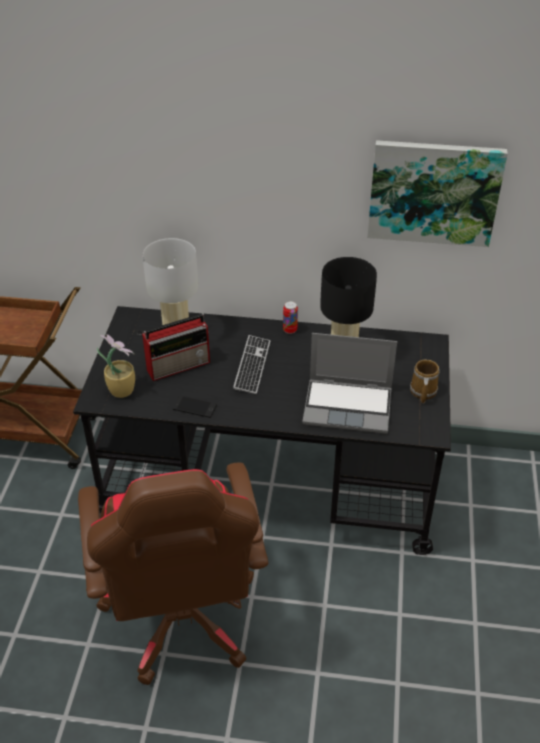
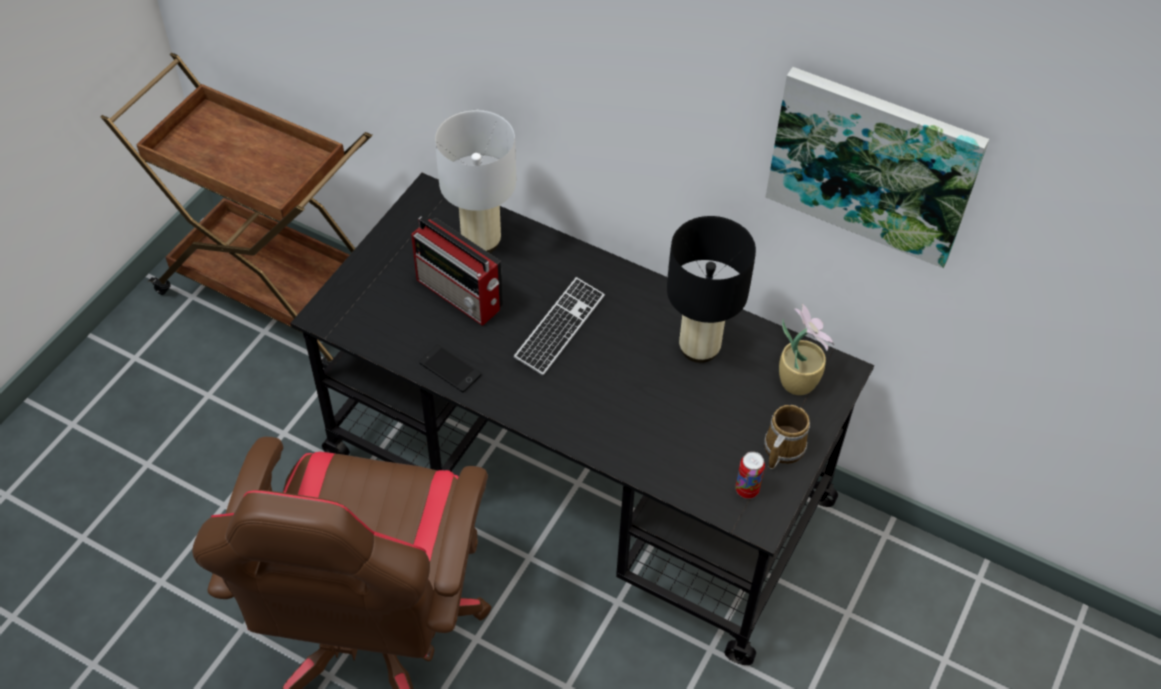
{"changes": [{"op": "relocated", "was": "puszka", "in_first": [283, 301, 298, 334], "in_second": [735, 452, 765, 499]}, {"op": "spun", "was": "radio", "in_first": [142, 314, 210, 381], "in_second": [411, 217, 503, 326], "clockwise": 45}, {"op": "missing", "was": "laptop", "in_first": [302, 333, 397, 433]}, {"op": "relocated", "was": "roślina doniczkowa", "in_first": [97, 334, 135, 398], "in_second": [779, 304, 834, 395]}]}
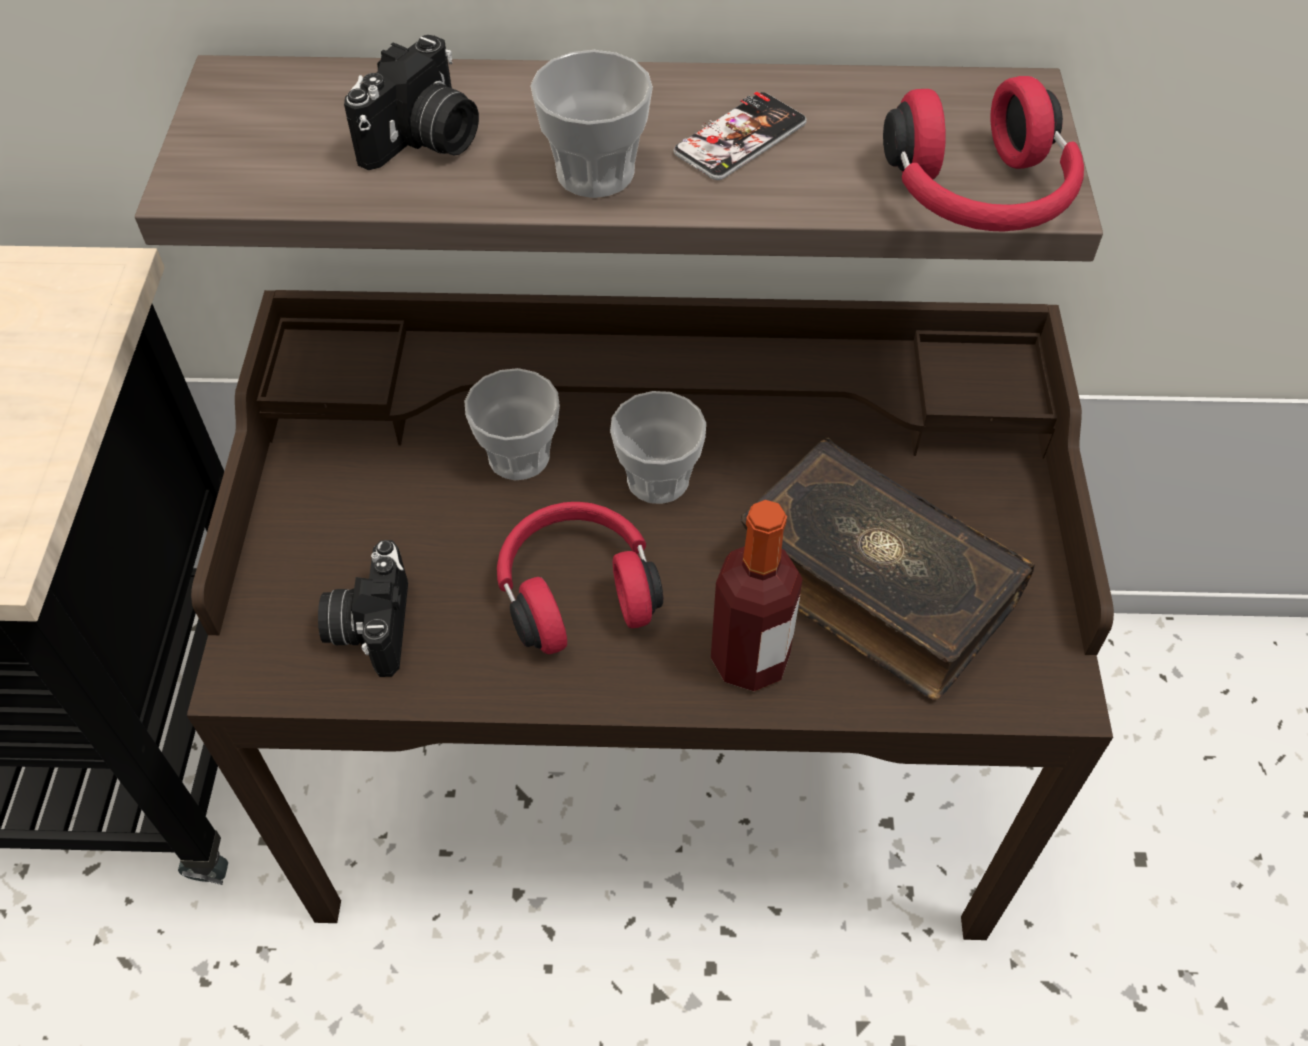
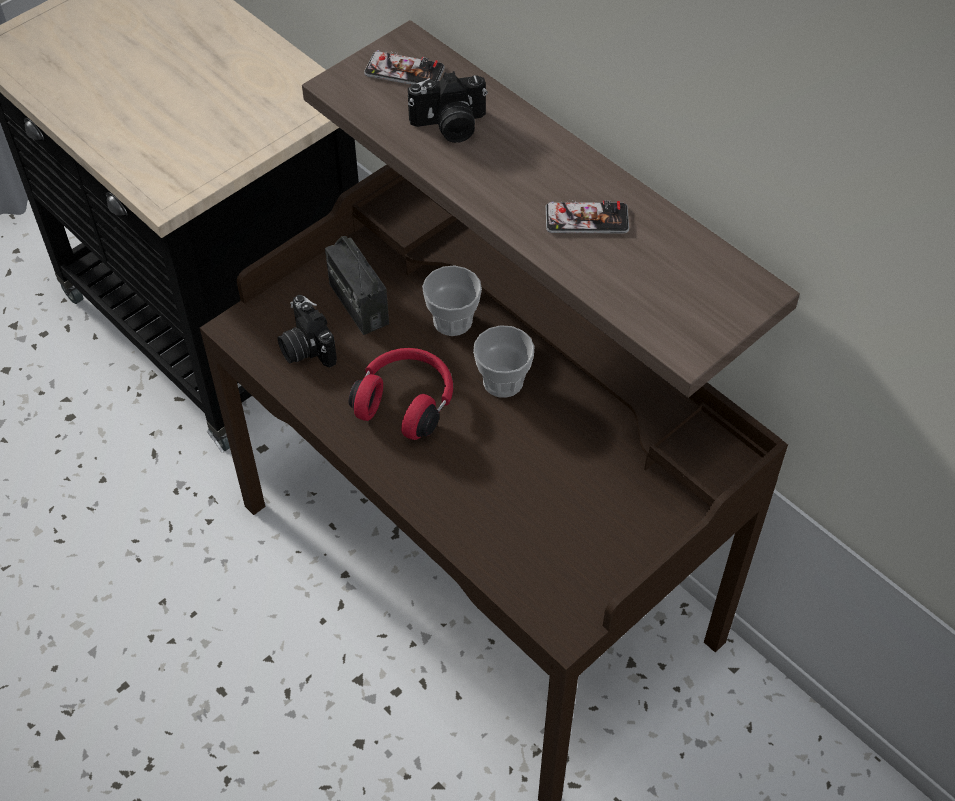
{"changes": [{"op": "missing", "was": "filiżanka", "in_first": [530, 50, 653, 198]}, {"op": "missing", "was": "słuchawki [czerwony]", "in_first": [883, 76, 1084, 232]}, {"op": "missing", "was": "książka", "in_first": [741, 438, 1035, 700]}, {"op": "missing", "was": "butelka", "in_first": [711, 500, 803, 691]}, {"op": "spun", "was": "aparat fotograficzny", "in_first": [318, 540, 408, 677], "in_second": [278, 295, 337, 368], "clockwise": -75}, {"op": "appeared", "now": "telefon", "in_second": [364, 50, 445, 85]}, {"op": "appeared", "now": "radio", "in_second": [325, 236, 389, 335]}]}
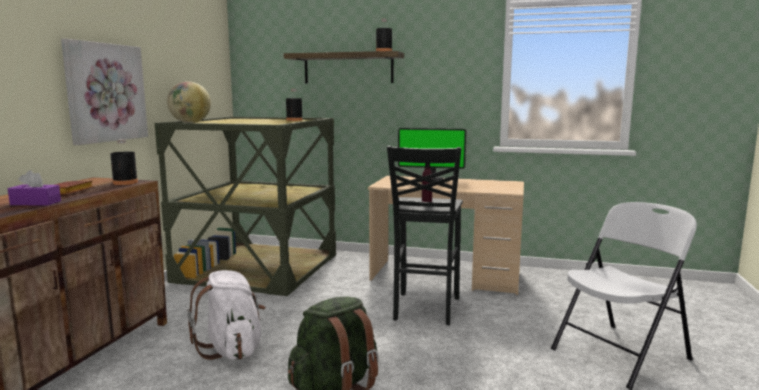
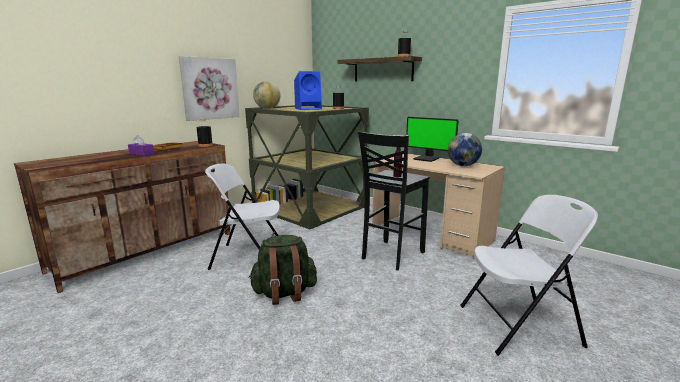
{"changes": [{"op": "exchanged", "was": "plecak [biały]", "now": "krzesło [biały]", "in_first": [187, 270, 266, 360], "in_second": [205, 164, 280, 270]}, {"op": "appeared", "now": "głośnik [niebieski]", "in_second": [294, 71, 322, 110]}, {"op": "appeared", "now": "globus", "in_second": [448, 133, 482, 166]}]}
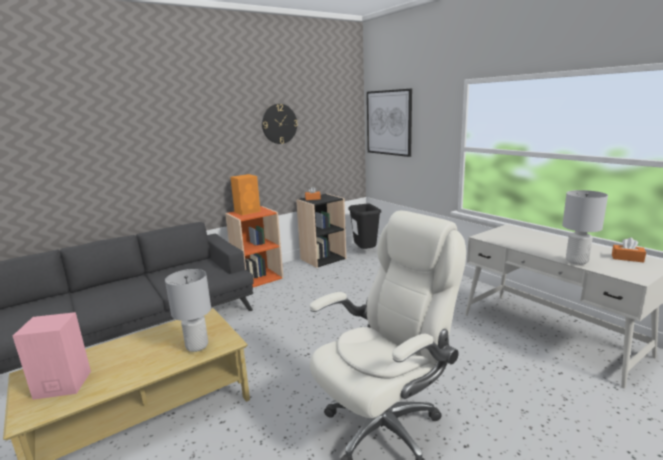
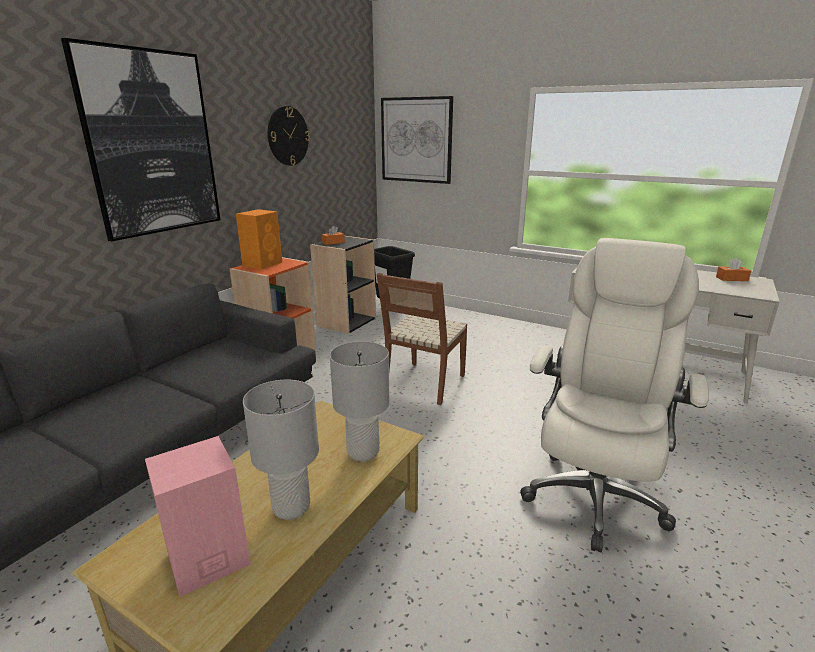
{"changes": [{"op": "relocated", "was": "lampa stołowa [szary]", "in_first": [562, 190, 608, 265], "in_second": [243, 380, 319, 520]}, {"op": "appeared", "now": "obraz", "in_second": [61, 38, 220, 241]}, {"op": "appeared", "now": "krzesło", "in_second": [377, 273, 467, 405]}]}
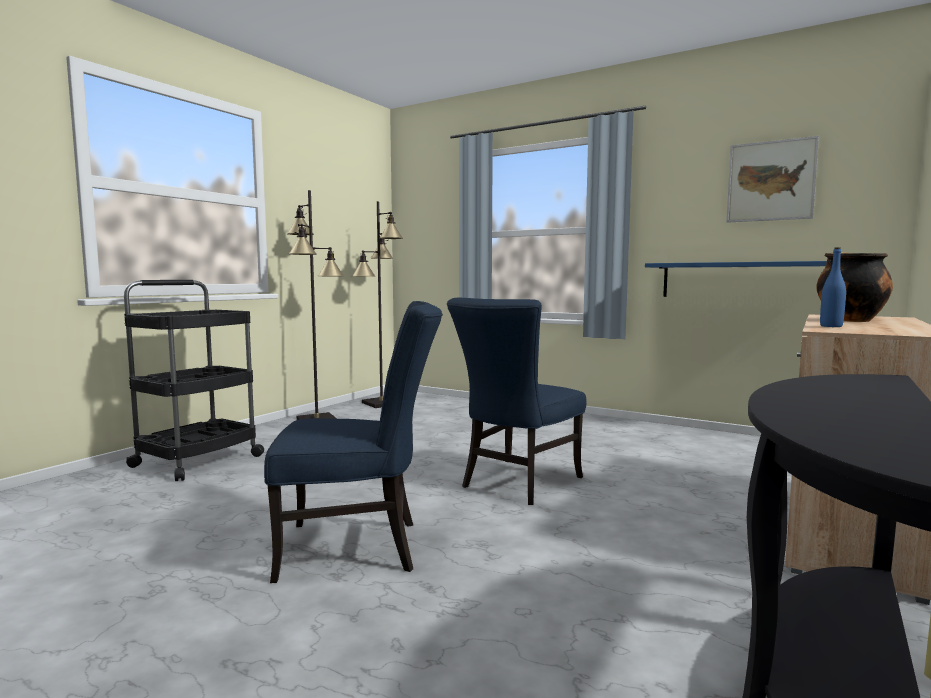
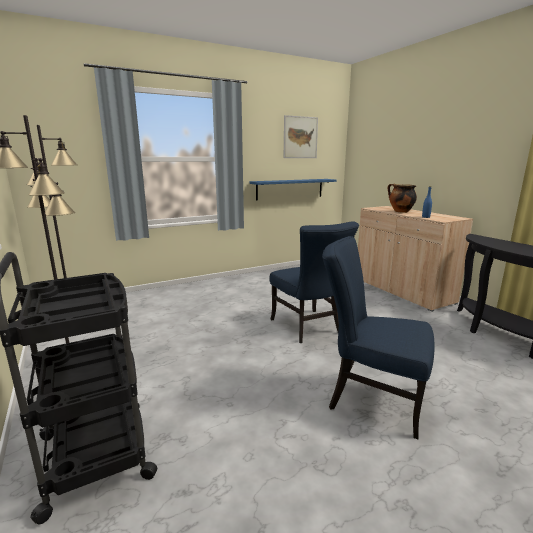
{"changes": [{"op": "spun", "was": "krzesło [niebieski]", "in_first": [264, 301, 443, 583], "in_second": [322, 236, 435, 439], "clockwise": -90}]}
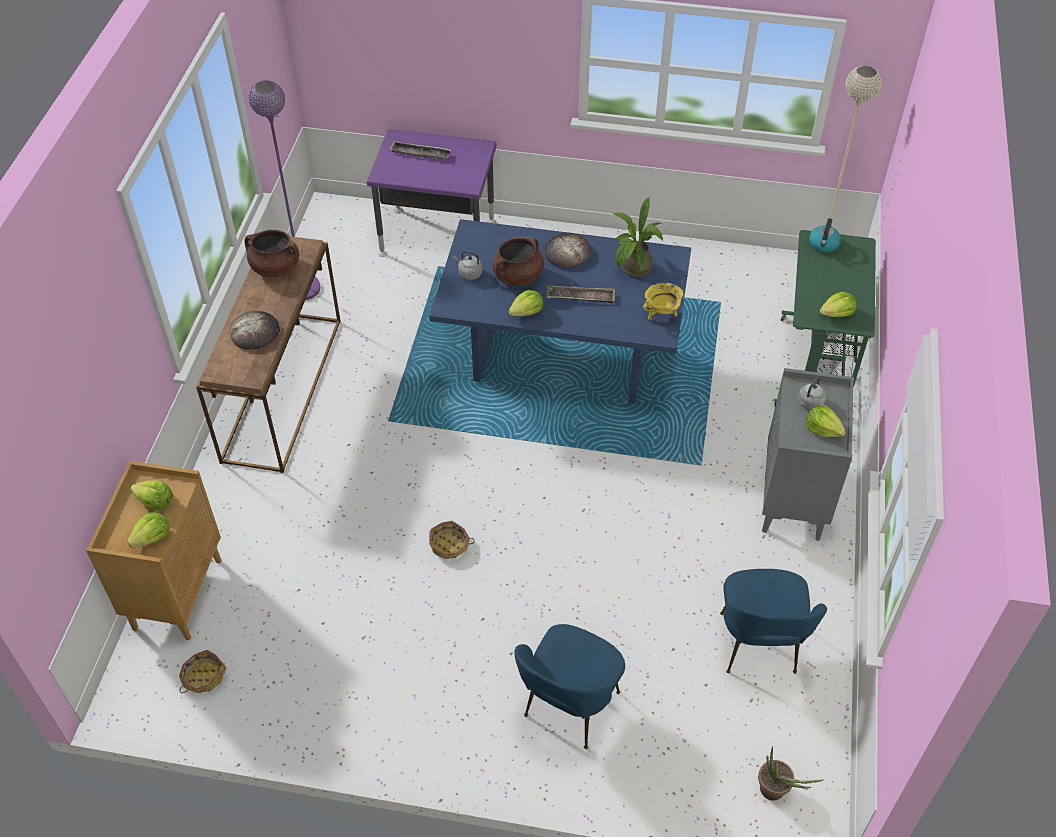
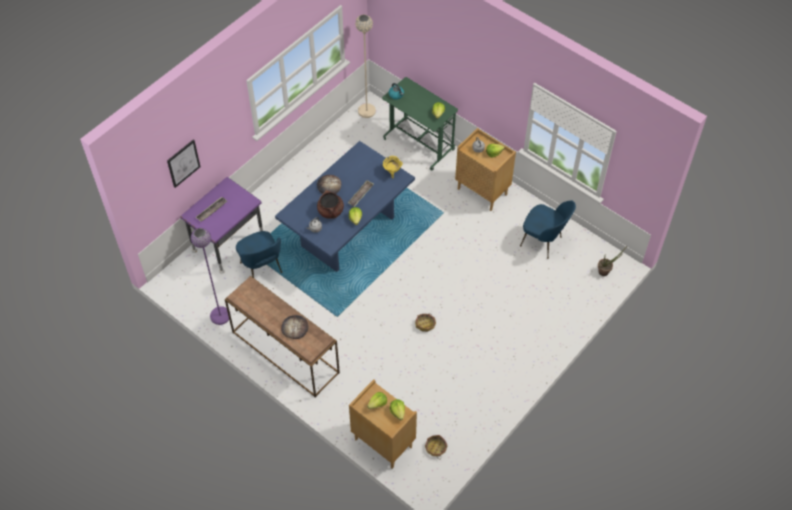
{"changes": [{"op": "missing", "was": "roślina doniczkowa", "in_first": [613, 197, 663, 277]}, {"op": "missing", "was": "garnek [brązowy]", "in_first": [245, 230, 299, 278]}, {"op": "colour", "was": "szafka [szary]", "now": "szafka [brązowy]", "in_first": [762, 368, 854, 541], "in_second": [455, 128, 516, 211]}, {"op": "relocated", "was": "krzesło [niebieski]", "in_first": [514, 624, 625, 749], "in_second": [236, 231, 282, 278]}, {"op": "appeared", "now": "obraz", "in_second": [167, 140, 200, 188]}]}
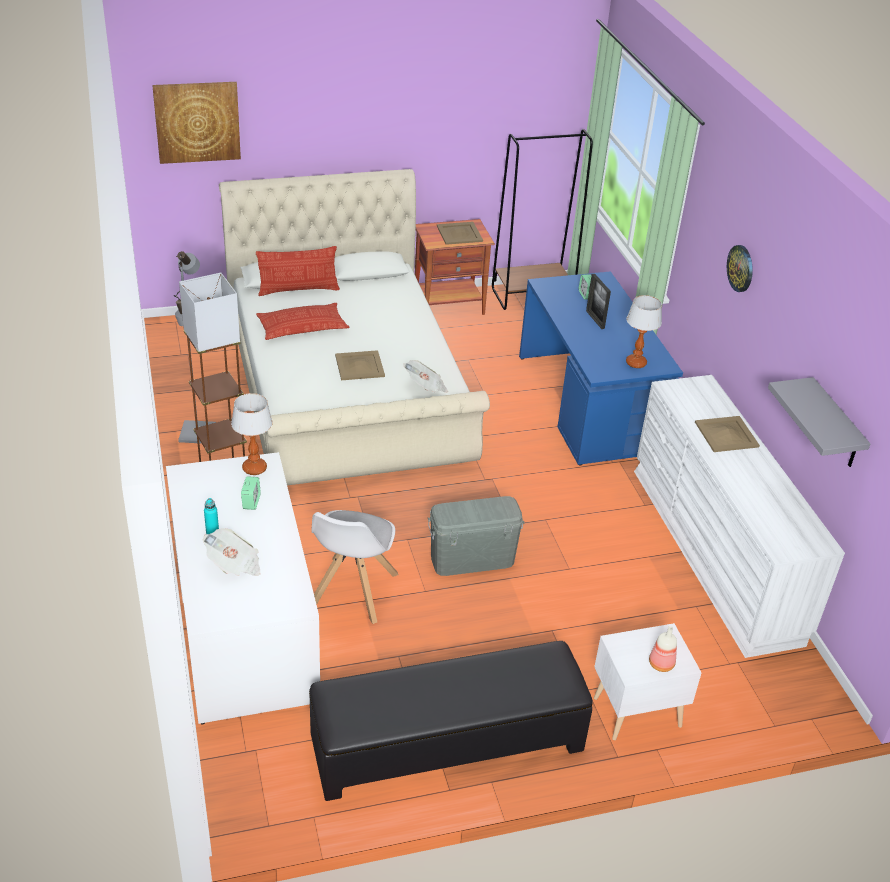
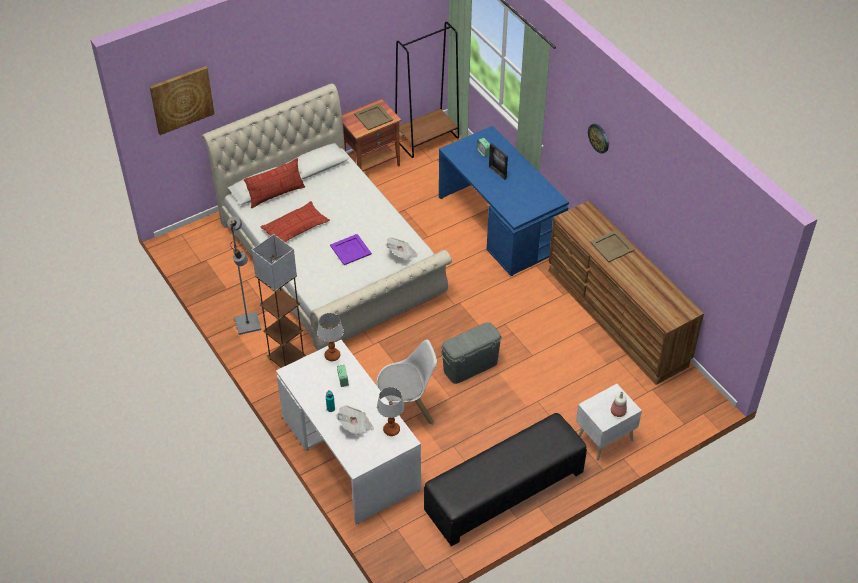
{"changes": [{"op": "relocated", "was": "lampa stołowa", "in_first": [626, 295, 662, 368], "in_second": [377, 387, 405, 436]}, {"op": "colour", "was": "taca [beżowy]", "now": "taca [fioletowy]", "in_first": [335, 350, 385, 380], "in_second": [330, 234, 372, 265]}, {"op": "colour", "was": "komoda [biały]", "now": "komoda [brązowy]", "in_first": [634, 375, 845, 658], "in_second": [548, 201, 704, 385]}, {"op": "missing", "was": "półka [szary]", "in_first": [768, 377, 870, 467]}, {"op": "spun", "was": "krzesło", "in_first": [311, 510, 399, 624], "in_second": [377, 340, 437, 425], "clockwise": -105}]}
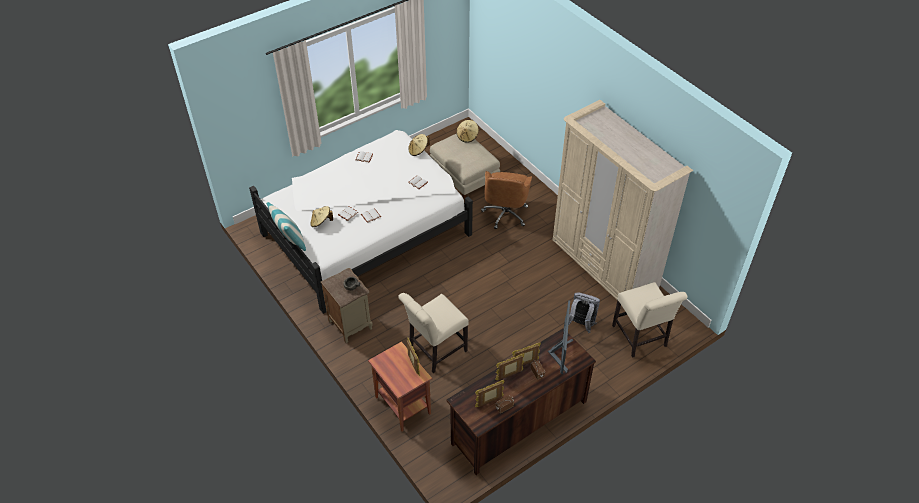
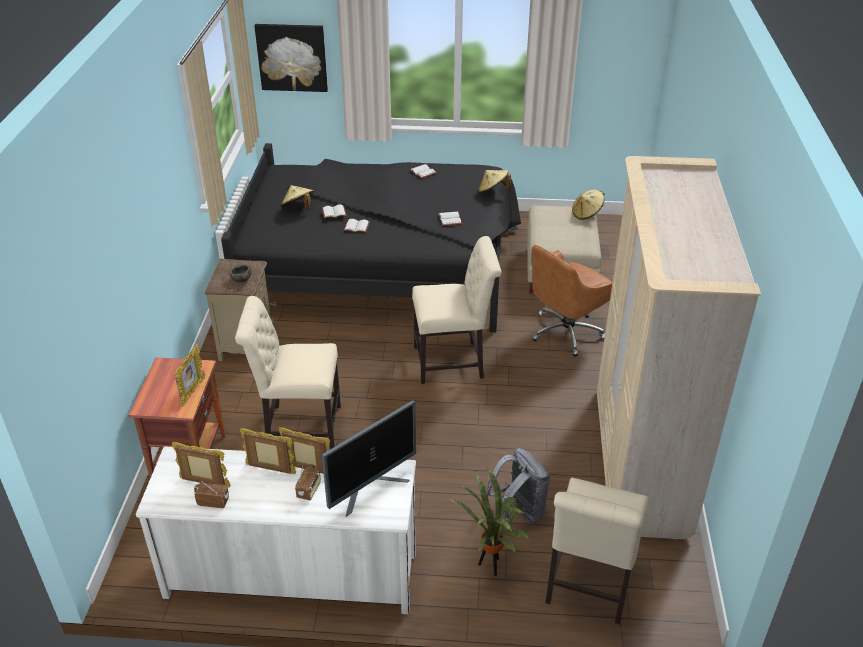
{"changes": [{"op": "colour", "was": "łóżko [biały]", "now": "łóżko [czarny]", "in_first": [249, 130, 473, 314], "in_second": [221, 143, 521, 332]}, {"op": "missing", "was": "poduszka", "in_first": [266, 202, 306, 251]}, {"op": "colour", "was": "komoda [brązowy]", "now": "komoda [biały]", "in_first": [446, 328, 596, 475], "in_second": [136, 446, 416, 614]}, {"op": "appeared", "now": "obraz", "in_second": [254, 24, 328, 92]}, {"op": "appeared", "now": "krzesło [beżowy]", "in_second": [412, 236, 502, 384]}, {"op": "appeared", "now": "roślina doniczkowa", "in_second": [448, 466, 529, 576]}]}
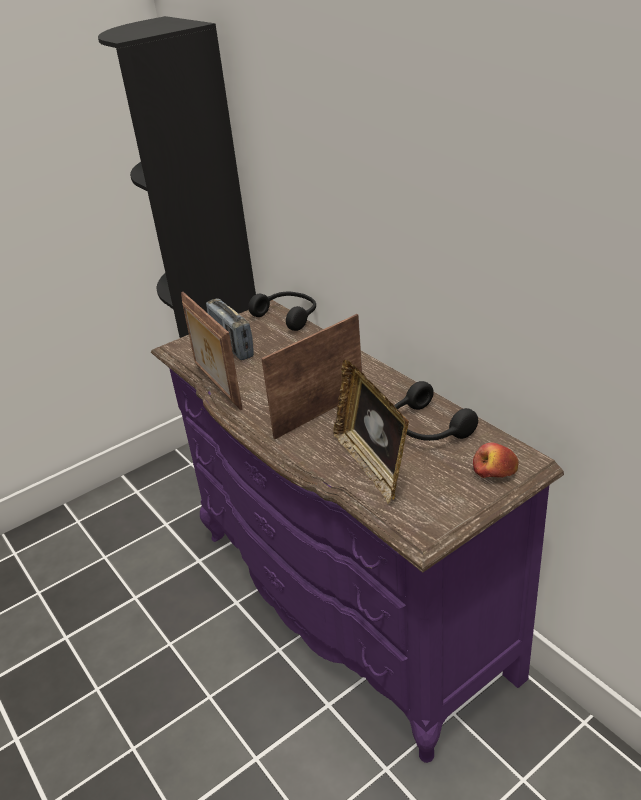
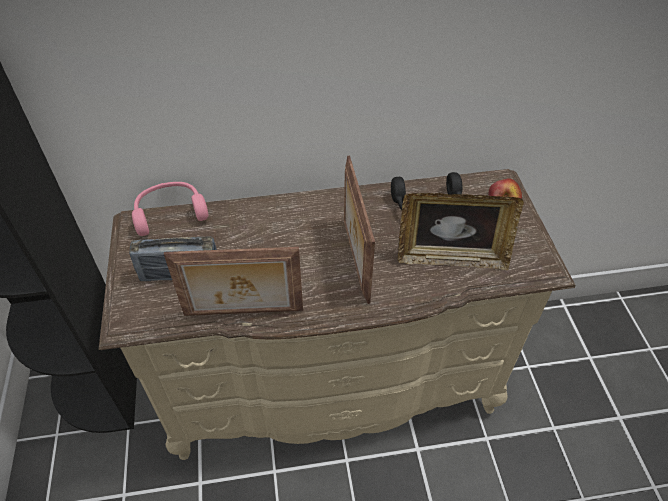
{"changes": [{"op": "colour", "was": "słuchawki [czarny]", "now": "słuchawki [różowy]", "in_first": [248, 292, 316, 331], "in_second": [132, 182, 208, 236]}, {"op": "colour", "was": "komoda [fioletowy]", "now": "komoda [beżowy]", "in_first": [151, 300, 564, 763], "in_second": [99, 169, 575, 460]}]}
